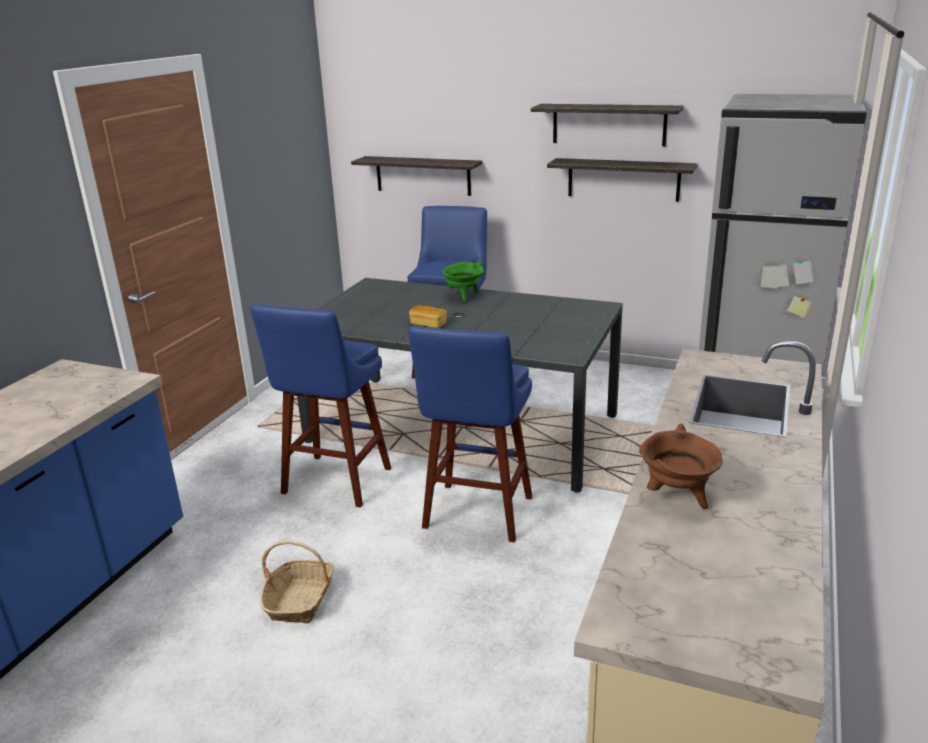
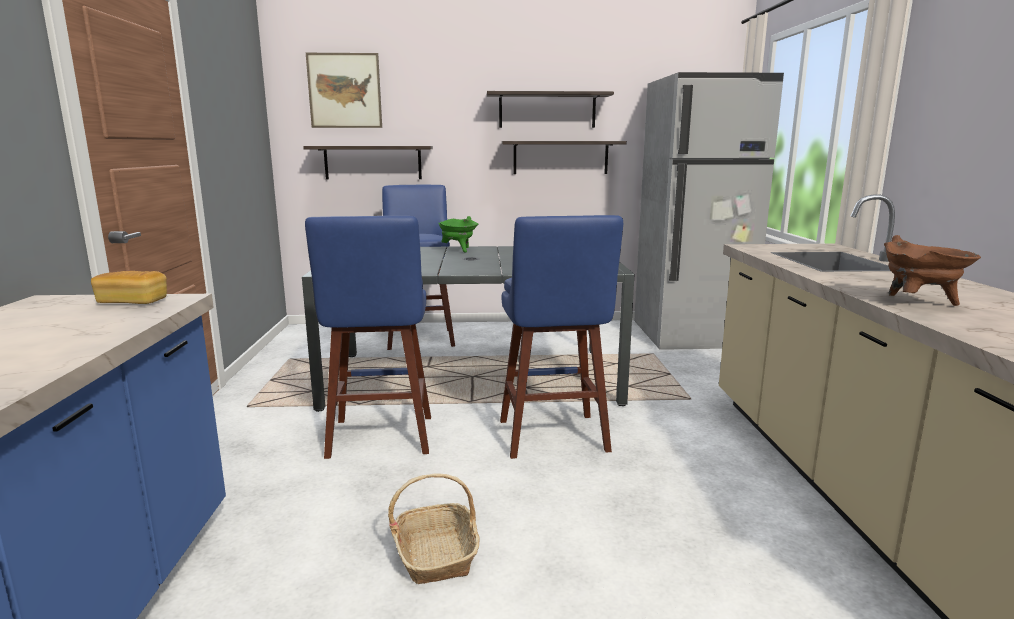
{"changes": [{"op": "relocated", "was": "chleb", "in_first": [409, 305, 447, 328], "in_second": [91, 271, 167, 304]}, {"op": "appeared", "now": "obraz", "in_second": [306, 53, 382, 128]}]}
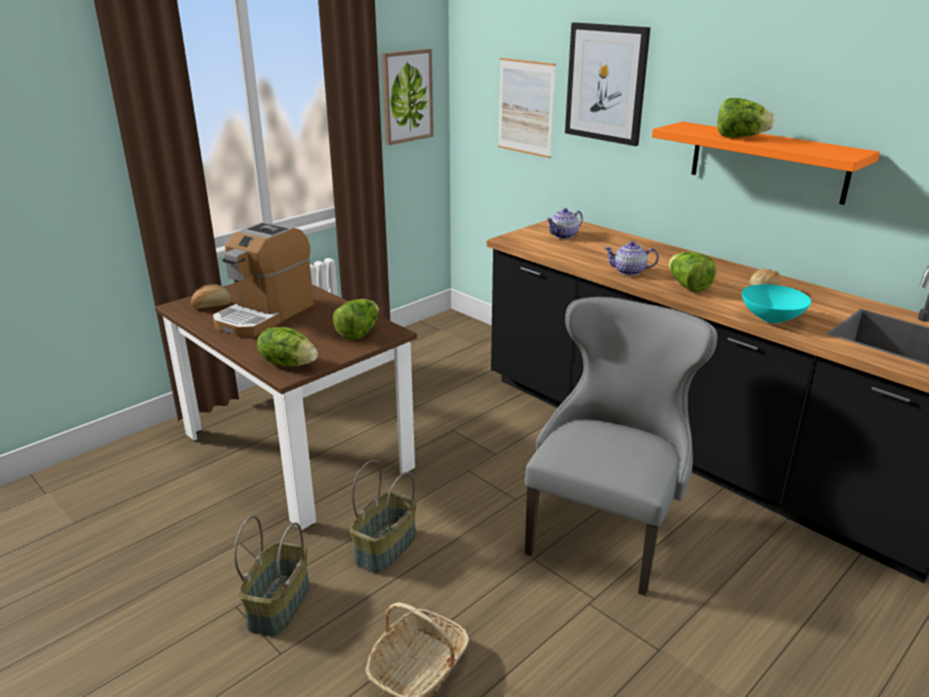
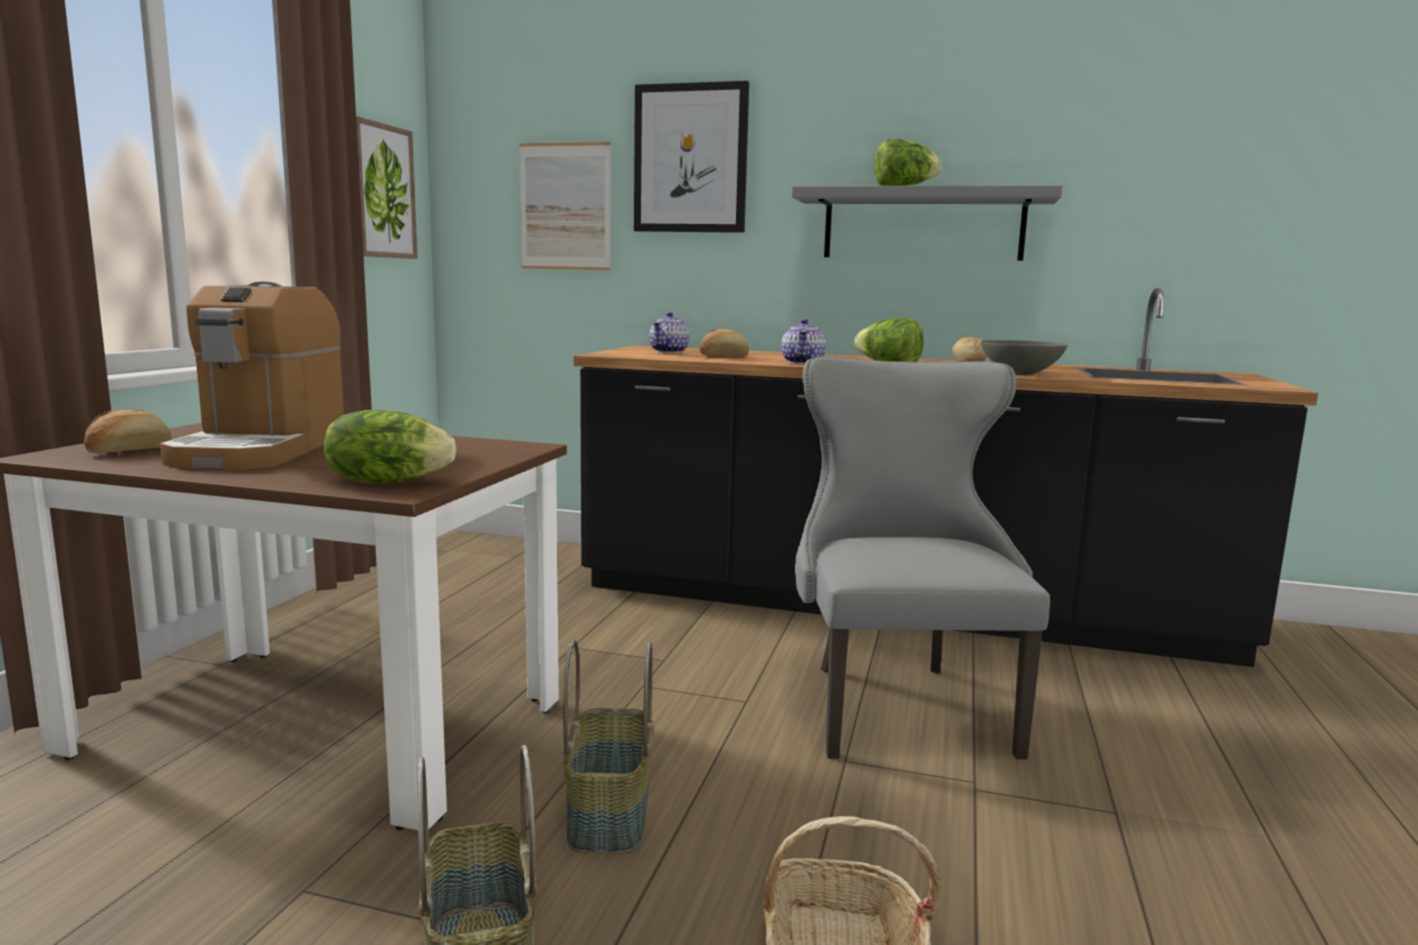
{"changes": [{"op": "colour", "was": "półka [pomarańczowy]", "now": "półka [szary]", "in_first": [652, 122, 880, 205], "in_second": [792, 185, 1063, 261]}, {"op": "spun", "was": "imbryk", "in_first": [604, 241, 659, 276], "in_second": [781, 319, 826, 364], "clockwise": -60}, {"op": "colour", "was": "miska [turkusowy]", "now": "miska [szary]", "in_first": [742, 284, 811, 323], "in_second": [981, 340, 1068, 376]}, {"op": "missing", "was": "sałata", "in_first": [333, 299, 379, 340]}, {"op": "appeared", "now": "chleb", "in_second": [699, 329, 749, 357]}]}
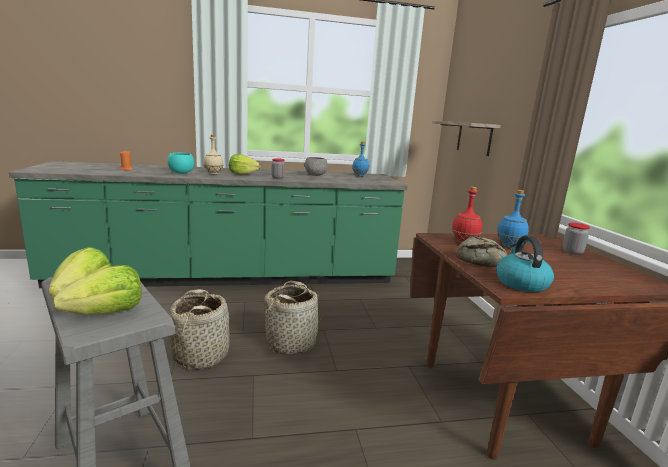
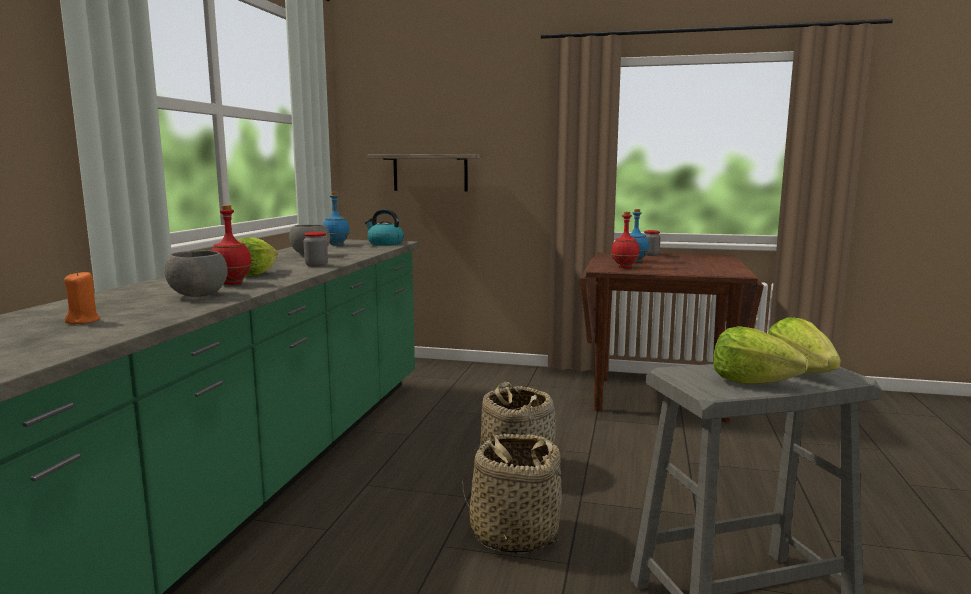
{"changes": [{"op": "colour", "was": "butelka [beżowy]", "now": "butelka [czerwony]", "in_first": [203, 135, 223, 174], "in_second": [212, 205, 252, 285]}, {"op": "colour", "was": "miska [turkusowy]", "now": "miska [szary]", "in_first": [167, 153, 195, 174], "in_second": [164, 251, 228, 297]}, {"op": "relocated", "was": "czajnik", "in_first": [497, 235, 554, 292], "in_second": [365, 209, 404, 246]}, {"op": "missing", "was": "chleb", "in_first": [456, 236, 507, 267]}]}
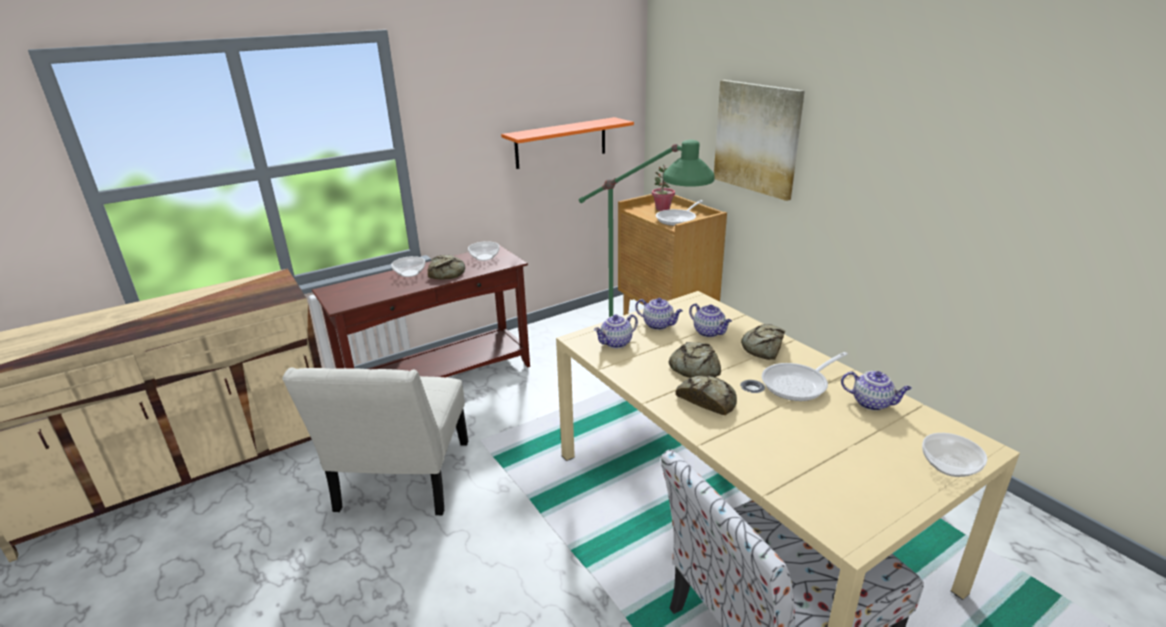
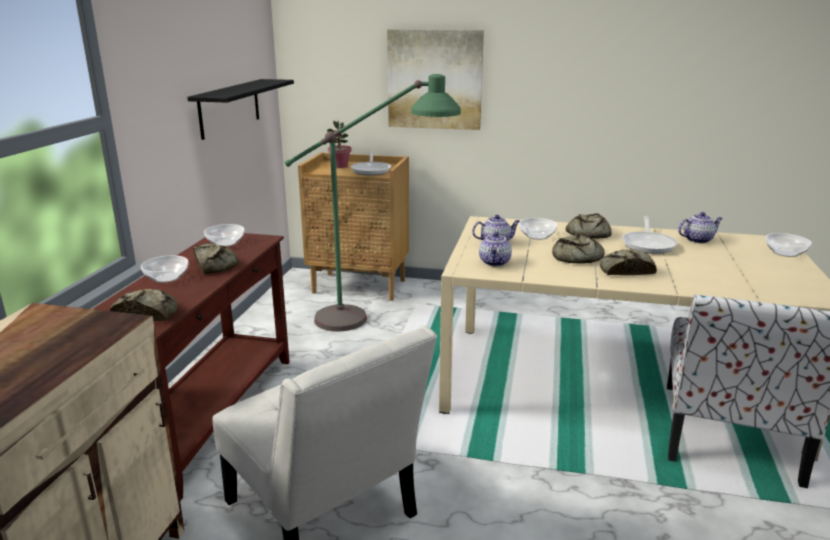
{"changes": [{"op": "colour", "was": "półka [pomarańczowy]", "now": "półka [czarny]", "in_first": [501, 117, 634, 169], "in_second": [187, 79, 294, 140]}, {"op": "exchanged", "was": "imbryk", "now": "miska", "in_first": [689, 303, 732, 337], "in_second": [519, 218, 558, 240]}, {"op": "appeared", "now": "chleb", "in_second": [110, 289, 178, 321]}]}
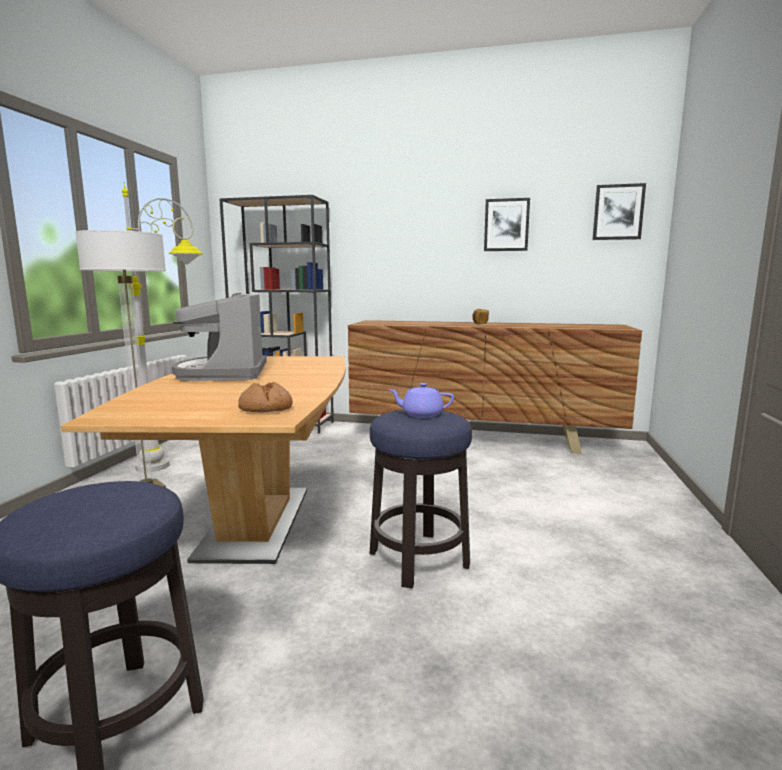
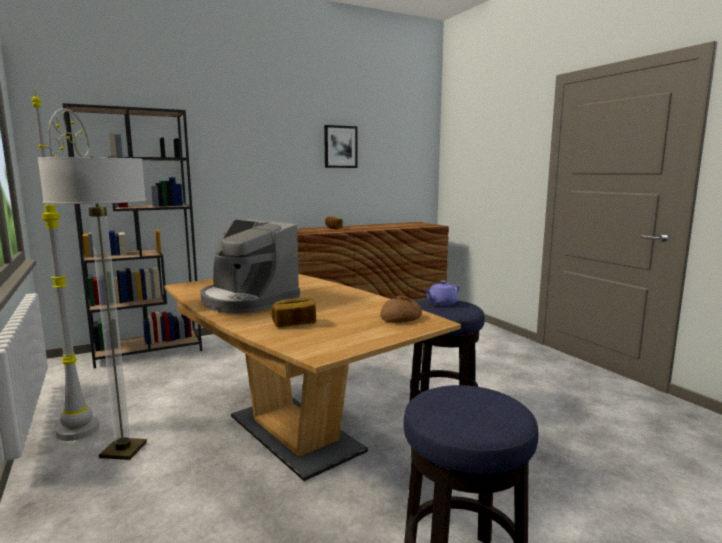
{"changes": [{"op": "missing", "was": "obraz", "in_first": [592, 183, 646, 240]}, {"op": "appeared", "now": "chleb", "in_second": [271, 298, 316, 327]}]}
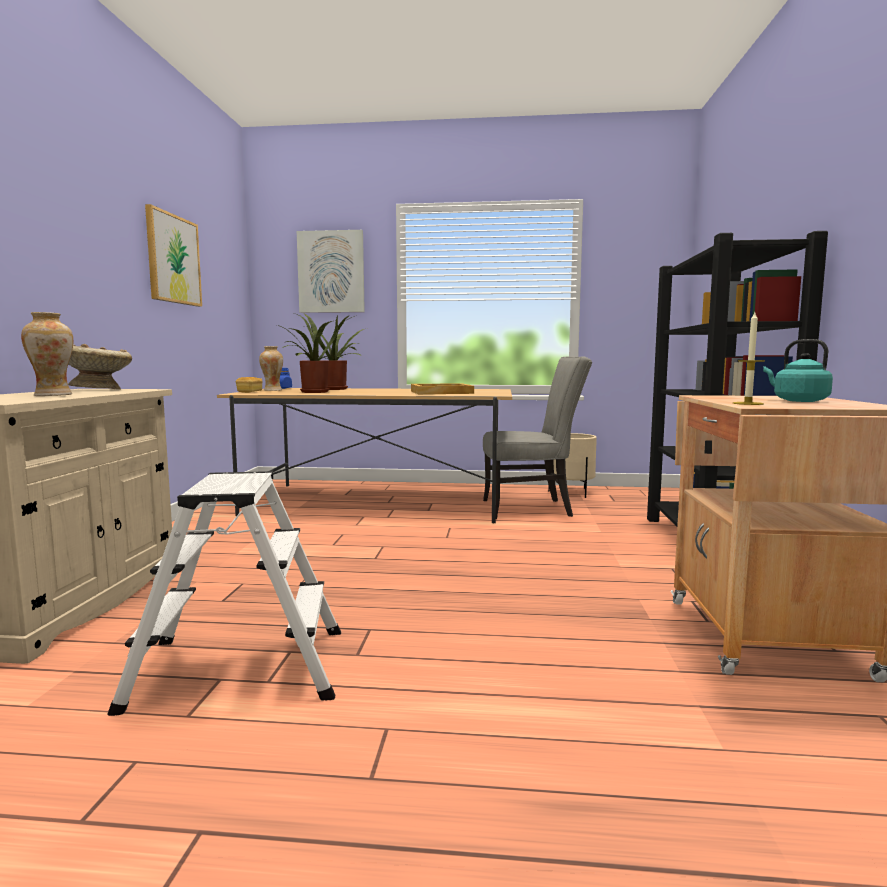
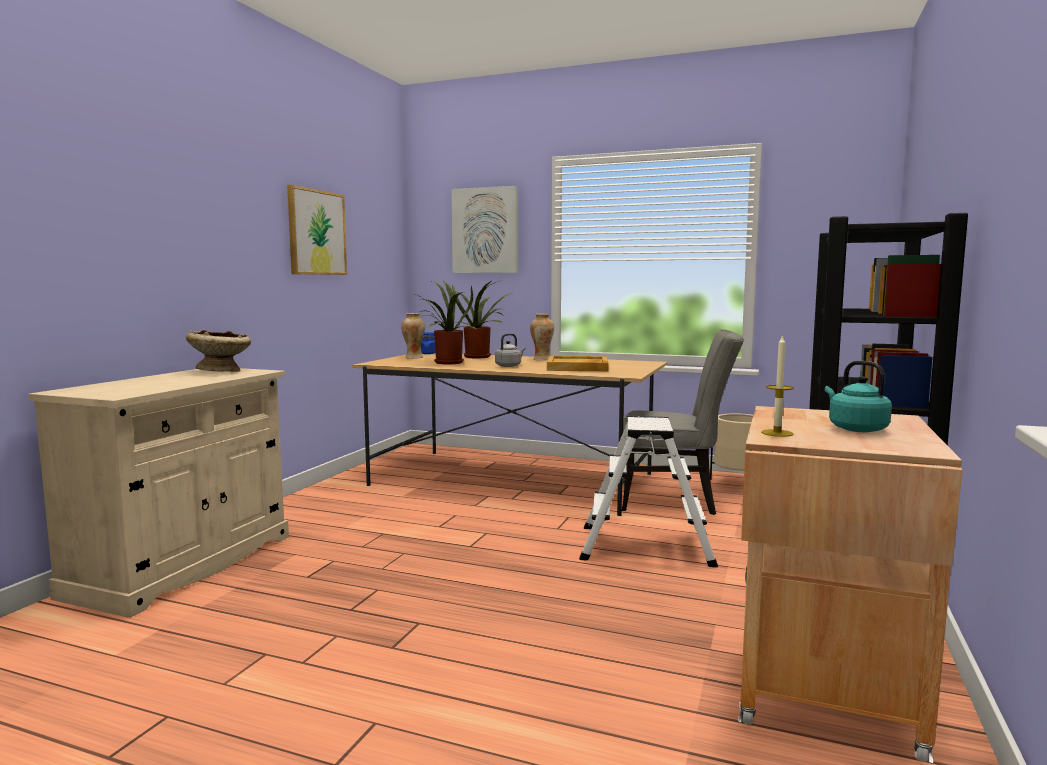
{"changes": [{"op": "relocated", "was": "wazon", "in_first": [21, 312, 74, 396], "in_second": [530, 314, 554, 360]}, {"op": "missing", "was": "chleb", "in_first": [236, 377, 263, 393]}, {"op": "relocated", "was": "drabinka [biały]", "in_first": [107, 471, 341, 716], "in_second": [579, 416, 718, 567]}, {"op": "appeared", "now": "czajnik [szary]", "in_second": [495, 333, 526, 367]}]}
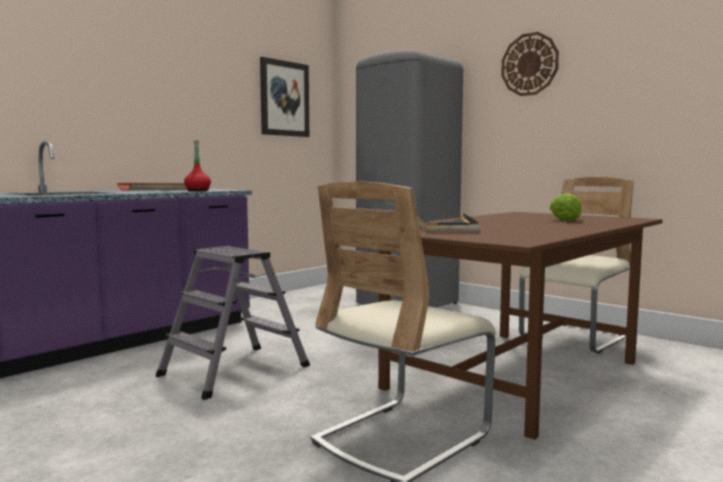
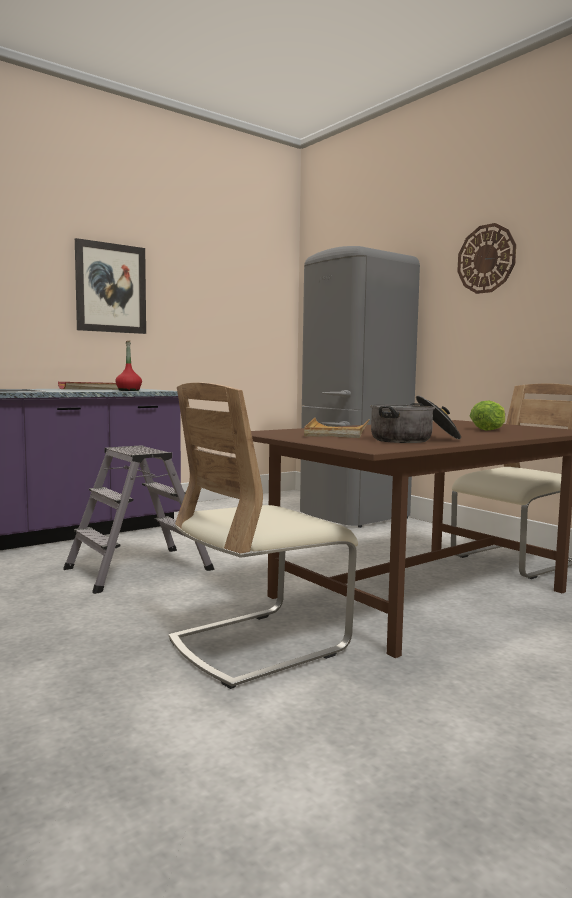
{"changes": [{"op": "relocated", "was": "obraz", "in_first": [260, 57, 309, 137], "in_second": [75, 238, 146, 334]}, {"op": "colour", "was": "taca [czarny]", "now": "taca [beżowy]", "in_first": [418, 213, 479, 232], "in_second": [304, 418, 370, 438]}, {"op": "appeared", "now": "garnek", "in_second": [370, 395, 461, 443]}]}
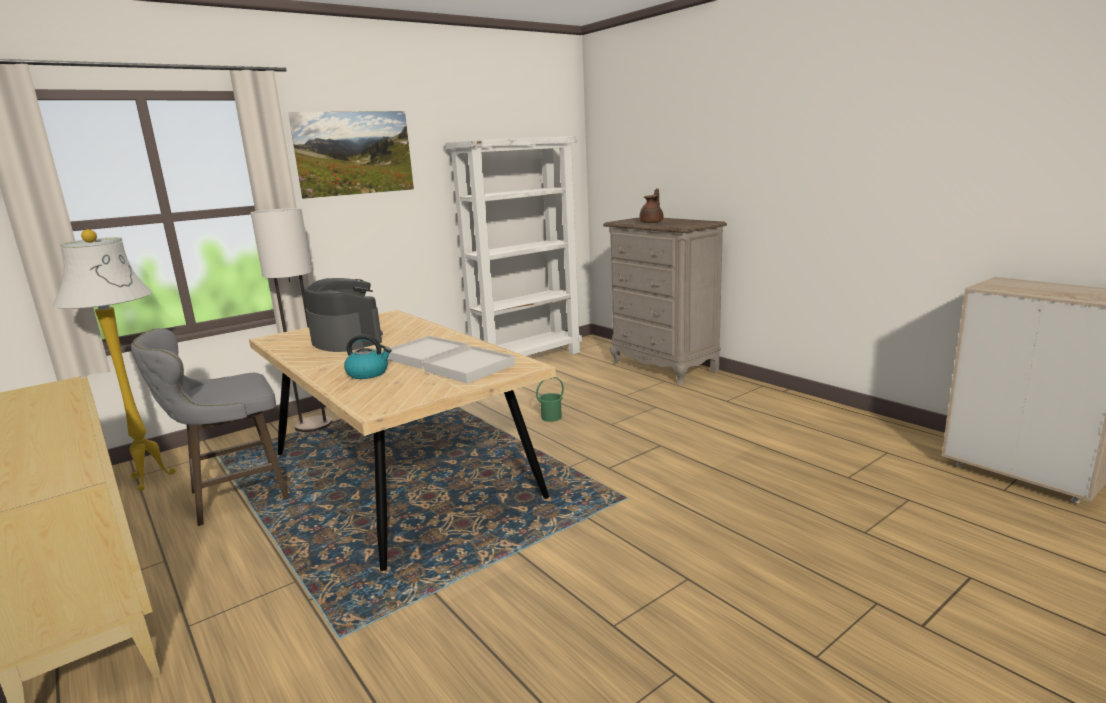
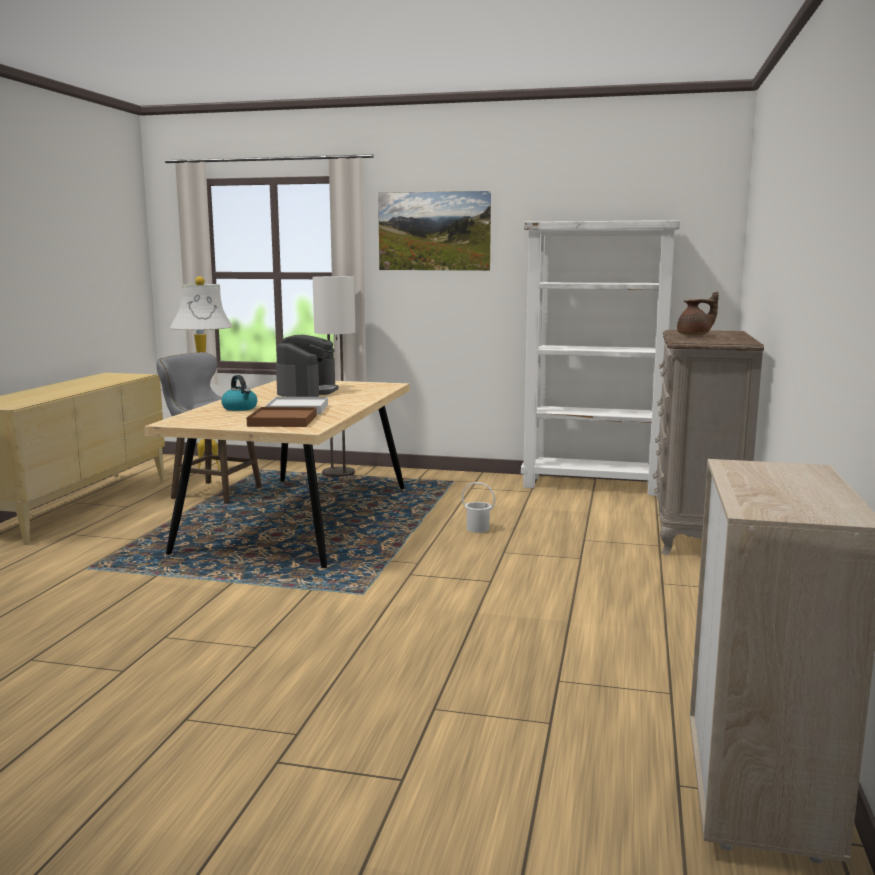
{"changes": [{"op": "colour", "was": "taca [biały]", "now": "taca [brązowy]", "in_first": [424, 346, 515, 383], "in_second": [247, 407, 317, 427]}, {"op": "colour", "was": "wiadro [zielony]", "now": "wiadro [biały]", "in_first": [536, 377, 564, 422], "in_second": [462, 482, 495, 533]}]}
